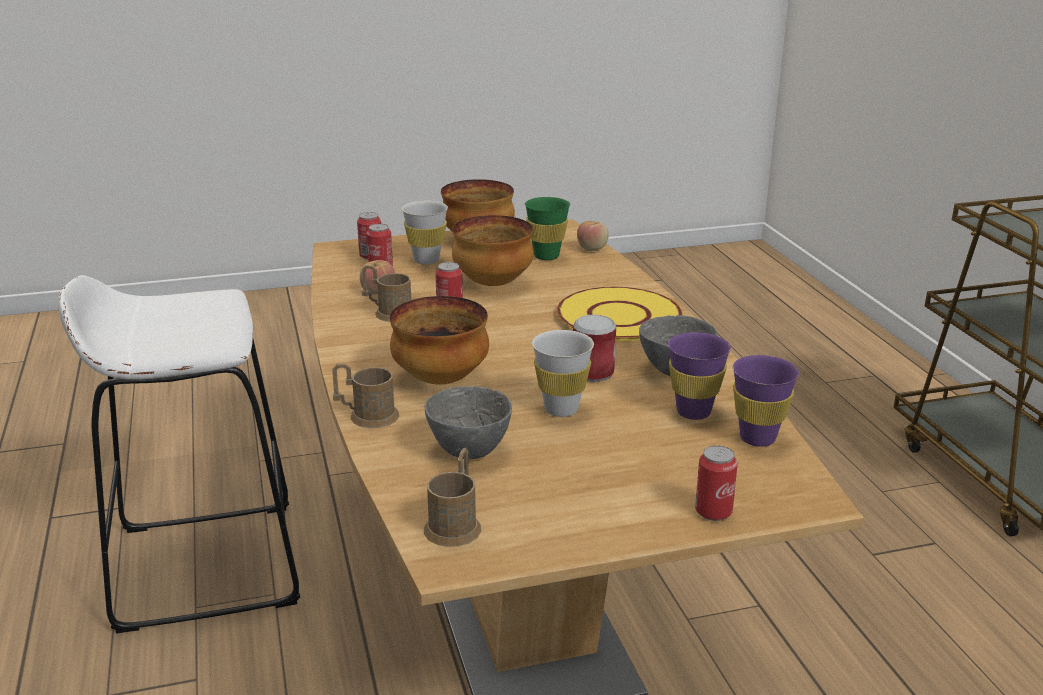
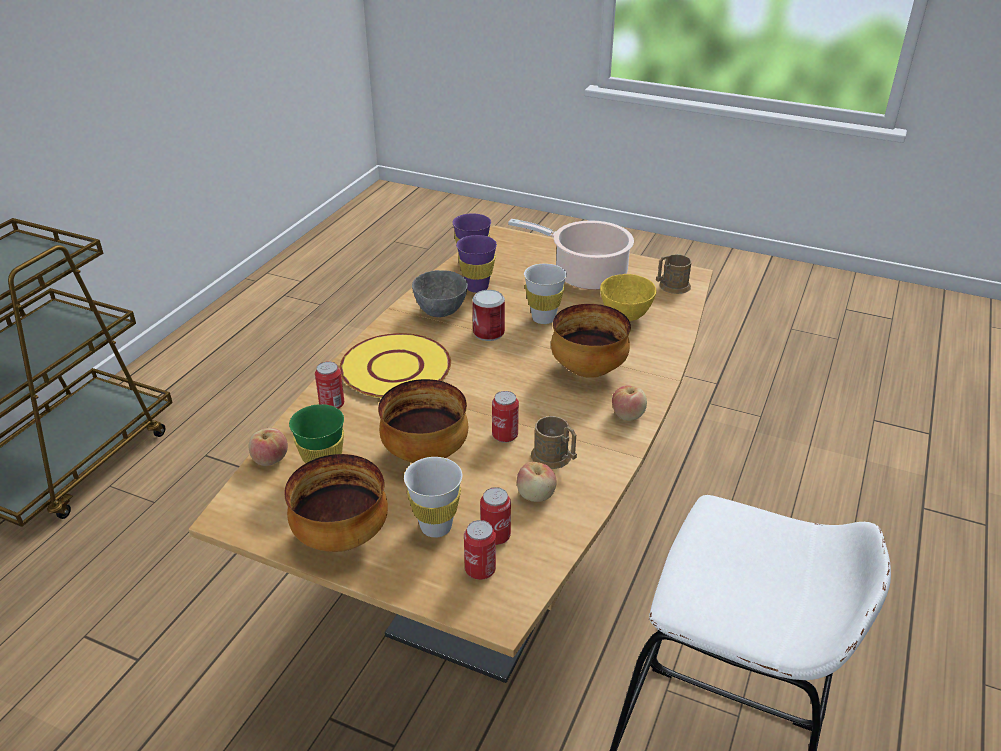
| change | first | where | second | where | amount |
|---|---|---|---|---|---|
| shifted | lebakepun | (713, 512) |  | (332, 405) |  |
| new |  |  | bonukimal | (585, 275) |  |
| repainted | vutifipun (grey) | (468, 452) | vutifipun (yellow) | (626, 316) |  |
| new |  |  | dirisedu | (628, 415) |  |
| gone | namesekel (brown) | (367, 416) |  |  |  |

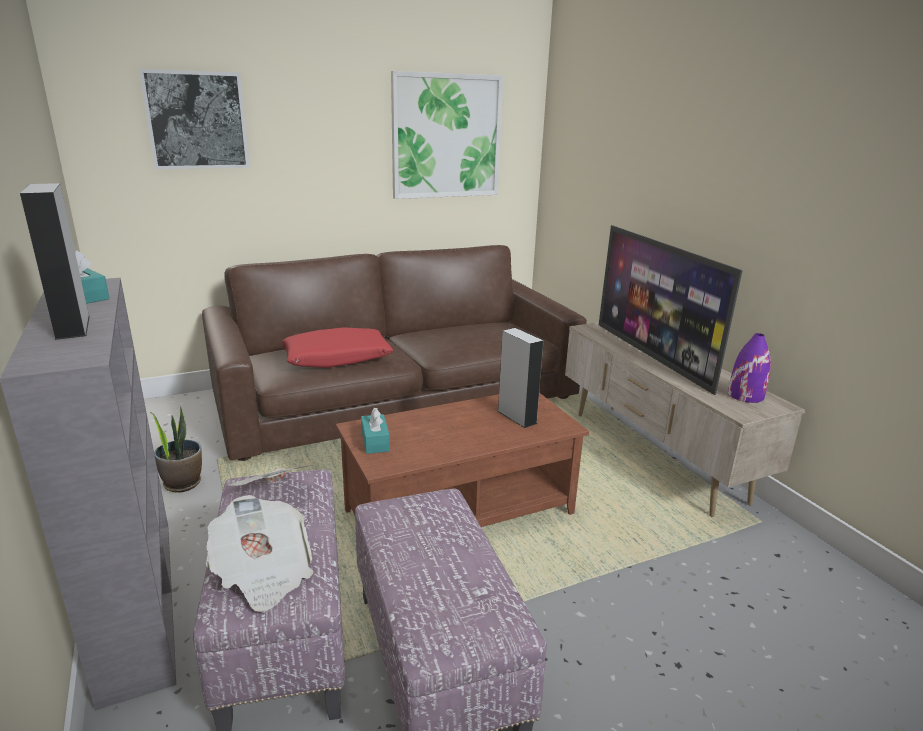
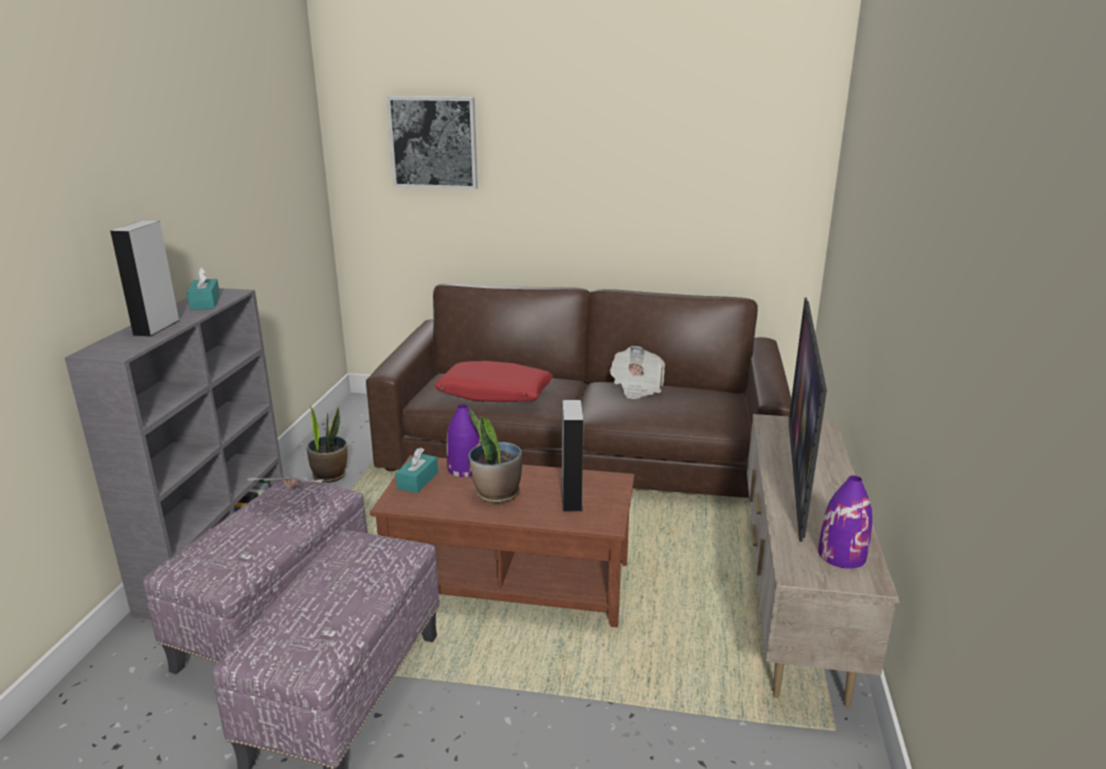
| change | first | where | second | where | amount |
|---|---|---|---|---|---|
| new |  |  | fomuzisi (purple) | (465, 468) |  |
| new |  |  | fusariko | (497, 494) |  |
| shifted | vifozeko | (263, 573) |  | (636, 387) |  |
| gone | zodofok | (446, 136) |  |  |  |

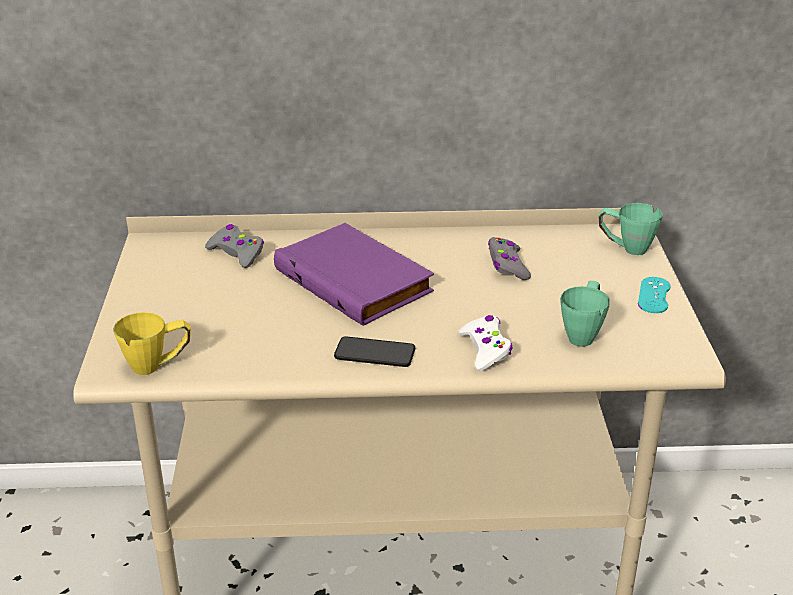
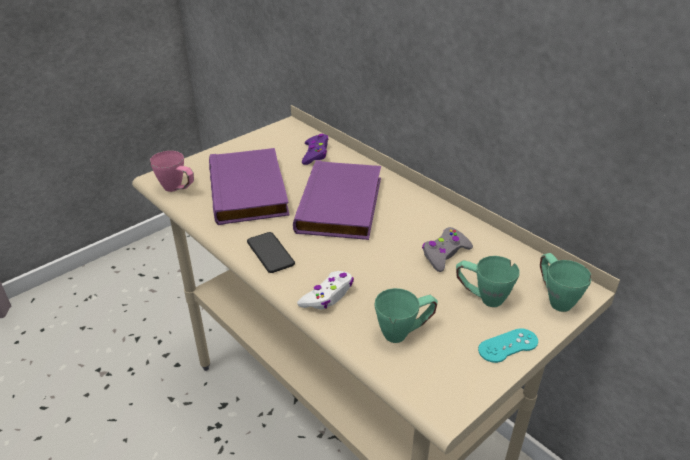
| change | first | where | second | where | amount |
|---|---|---|---|---|---|
| repainted | namesekel (yellow) | (157, 365) | namesekel (pink) | (178, 189) |  |
| new |  |  | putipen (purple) | (250, 191) |  |
| repainted | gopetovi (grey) | (237, 253) | gopetovi (purple) | (315, 154) |  |
| new |  |  | namesekel (green) | (482, 297) |  |

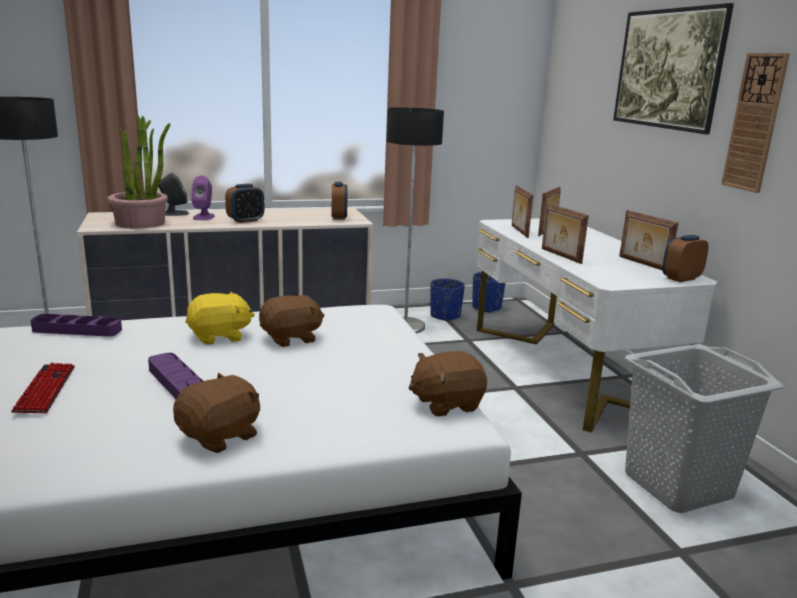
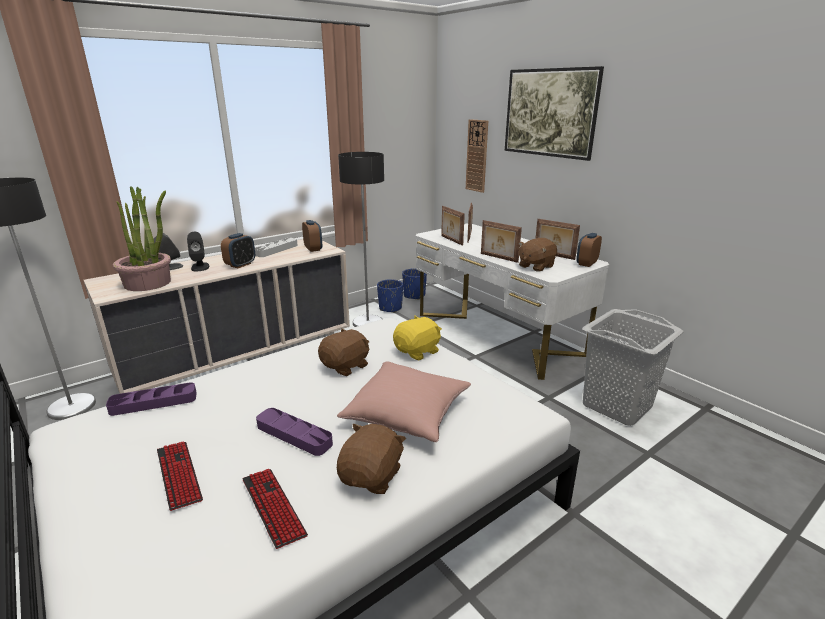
| change | first | where | second | where | amount |
|---|---|---|---|---|---|
| repainted | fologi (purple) | (204, 217) | fologi (black) | (200, 267) |  |
| new |  |  | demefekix | (273, 507) |  |
| new |  |  | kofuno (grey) | (276, 250) |  |
| new |  |  | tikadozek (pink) | (407, 413) |  |
| shifted | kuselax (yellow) | (219, 336) |  | (418, 351) |  |
| shifted | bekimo | (755, 123) |  | (477, 156) |  |
| shifted | kuselax (brown) | (446, 403) |  | (535, 266) |  |

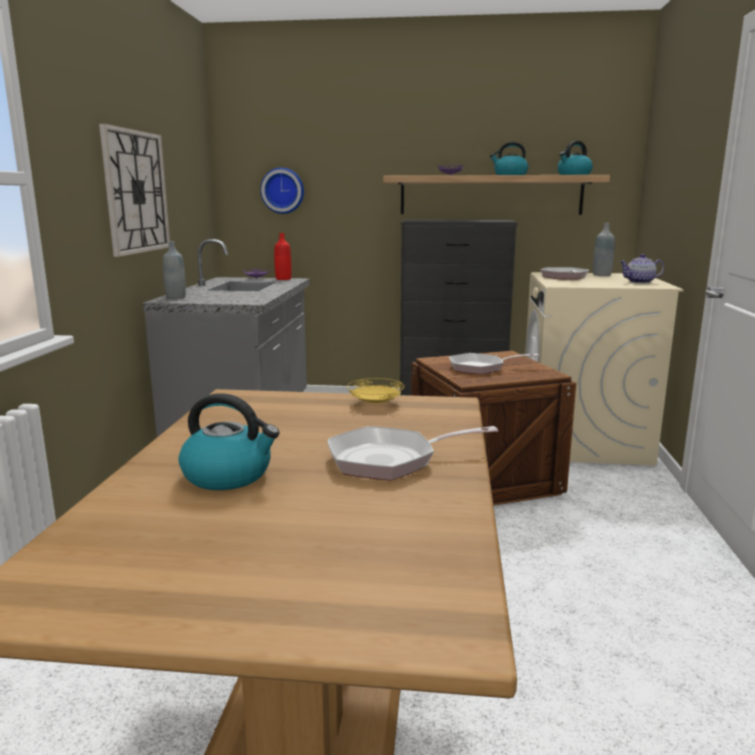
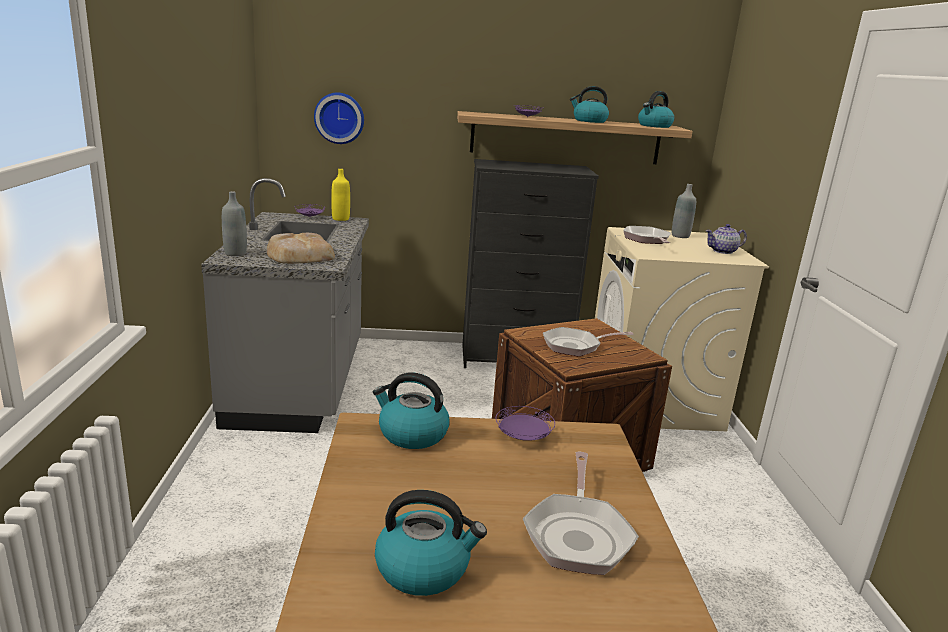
| change | first | where | second | where | amount |
|---|---|---|---|---|---|
| new |  |  | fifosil | (299, 255) |  |
| repainted | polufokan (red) | (283, 279) | polufokan (yellow) | (340, 219) |  |
| new |  |  | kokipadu | (411, 434) |  |
| repainted | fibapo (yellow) | (375, 404) | fibapo (purple) | (523, 437) |  |
| rotated | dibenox | (390, 460) |  | (578, 534) | 60 degrees counterclockwise |
| gone | bekimo | (136, 192) |  |  |  |

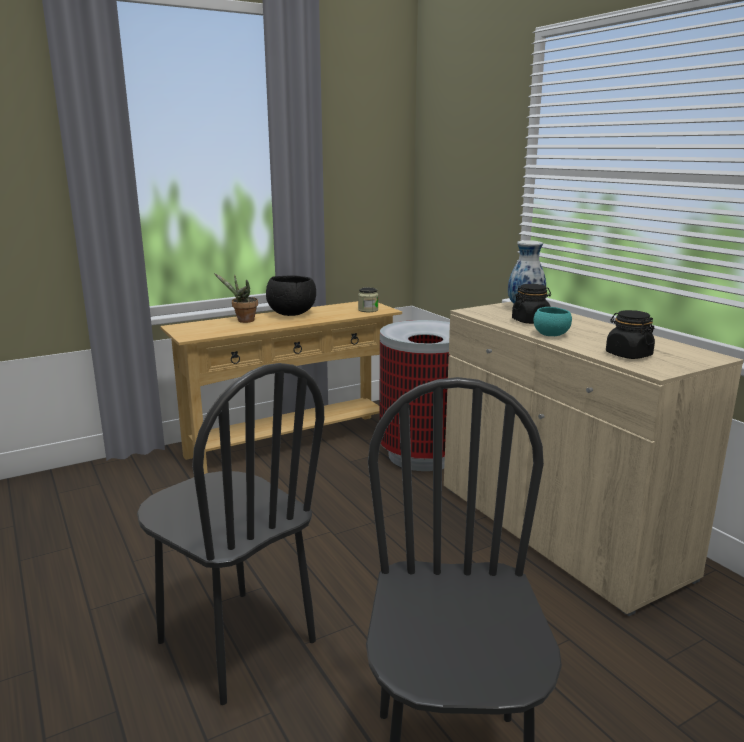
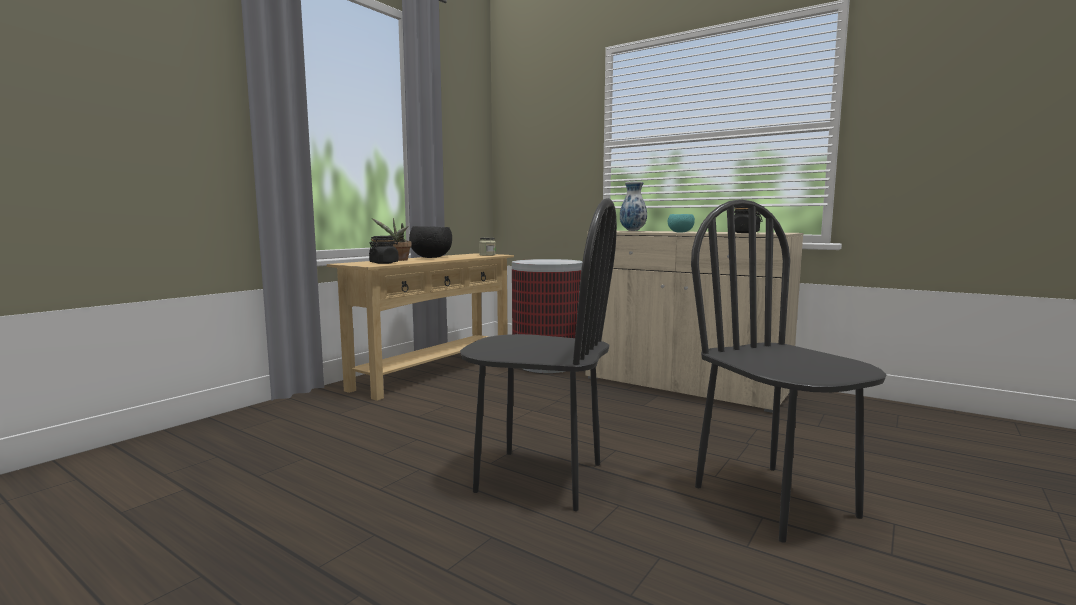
| change | first | where | second | where | amount |
|---|---|---|---|---|---|
| shifted | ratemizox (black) | (530, 321) |  | (384, 263) |  |

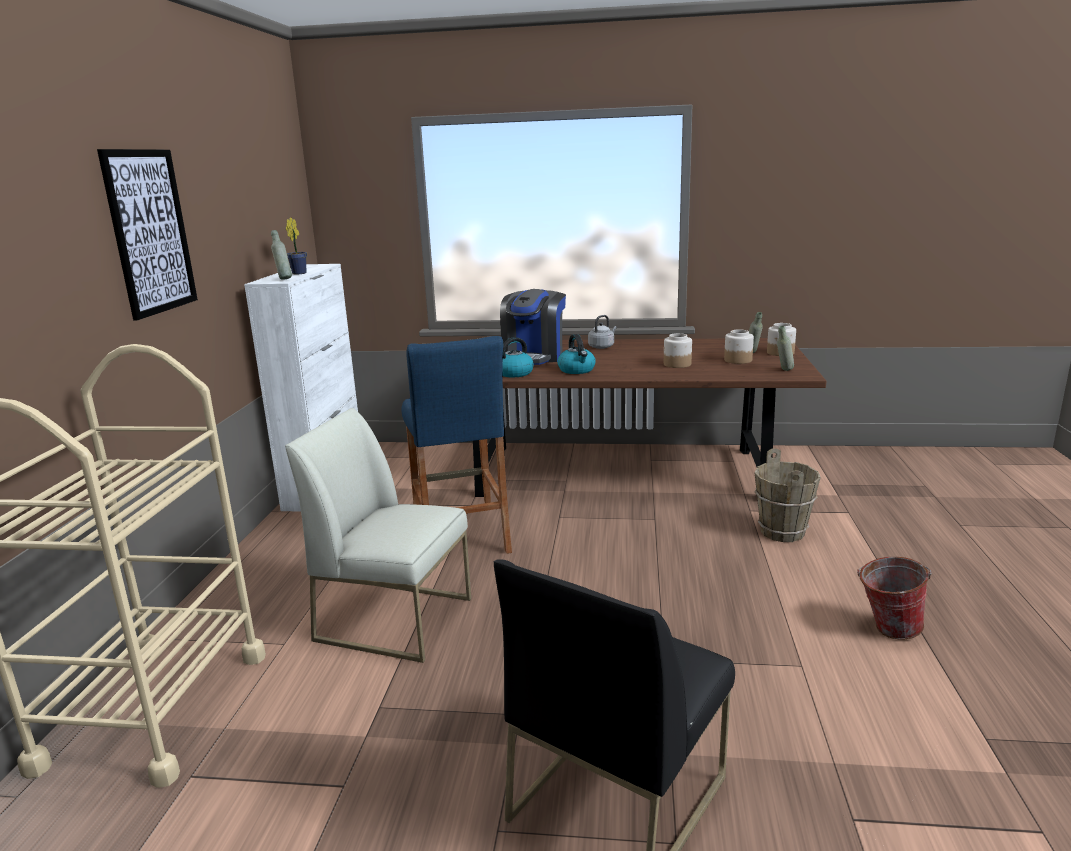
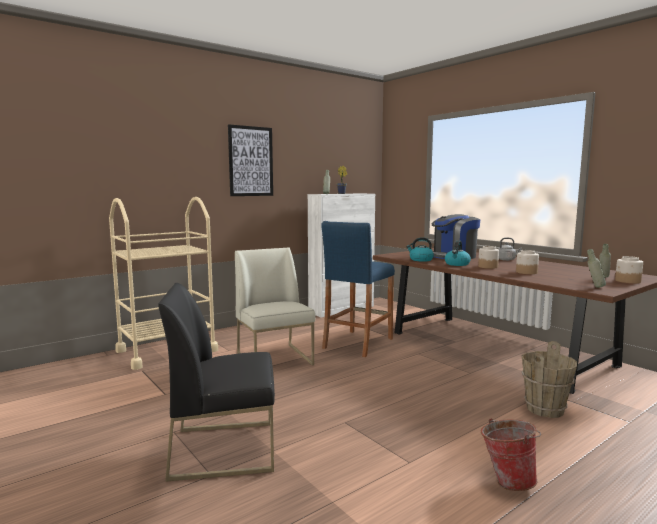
| change | first | where | second | where | amount |
|---|---|---|---|---|---|
| shifted | ratemizox | (737, 360) |  | (488, 267) |  |

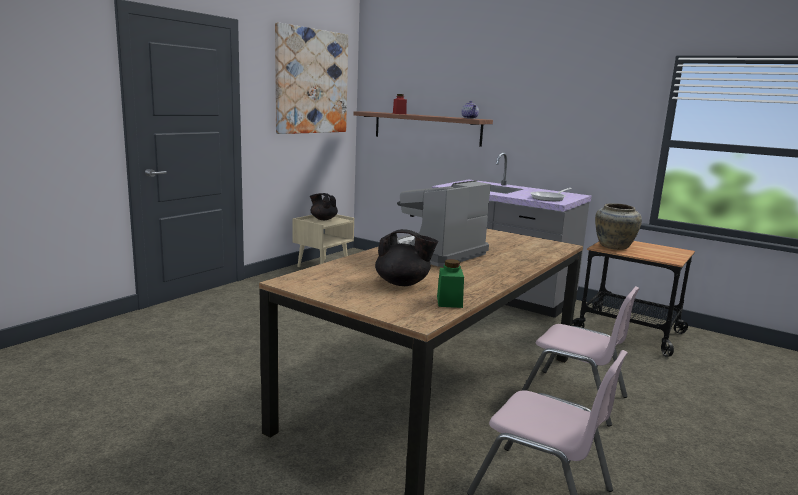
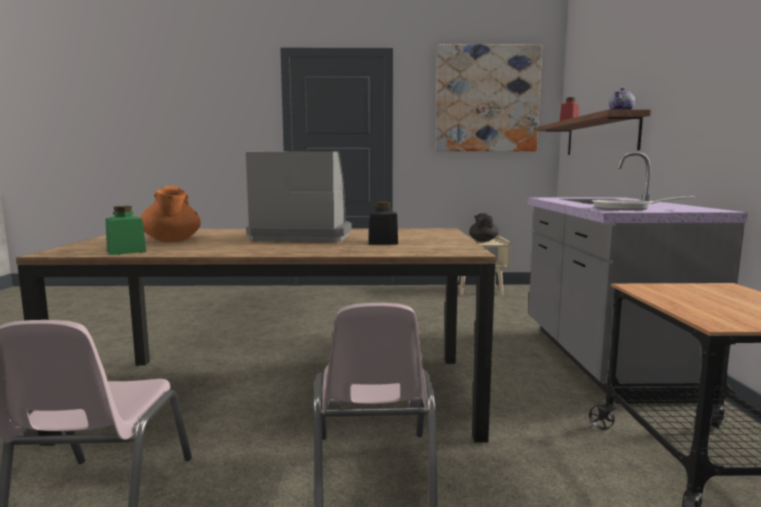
| change | first | where | second | where | amount |
|---|---|---|---|---|---|
| repainted | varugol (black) | (403, 283) | varugol (orange) | (172, 241) |  |
| new |  |  | ratemizox (black) | (383, 242) |  |
| gone | fomuzisi (beige) | (613, 247) |  |  |  |

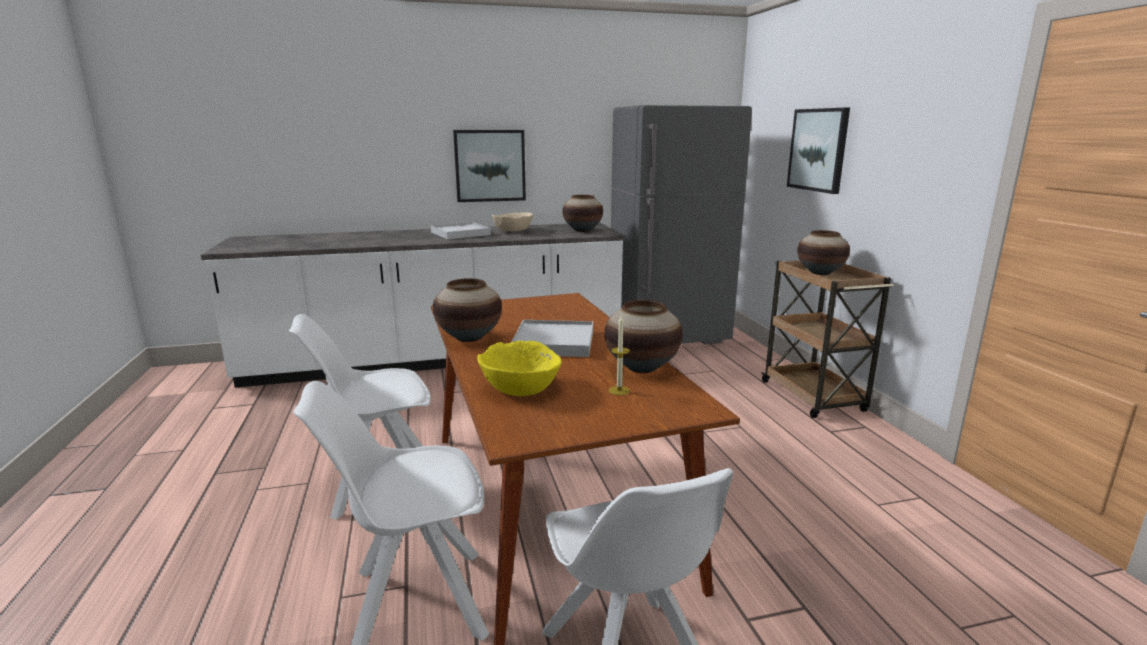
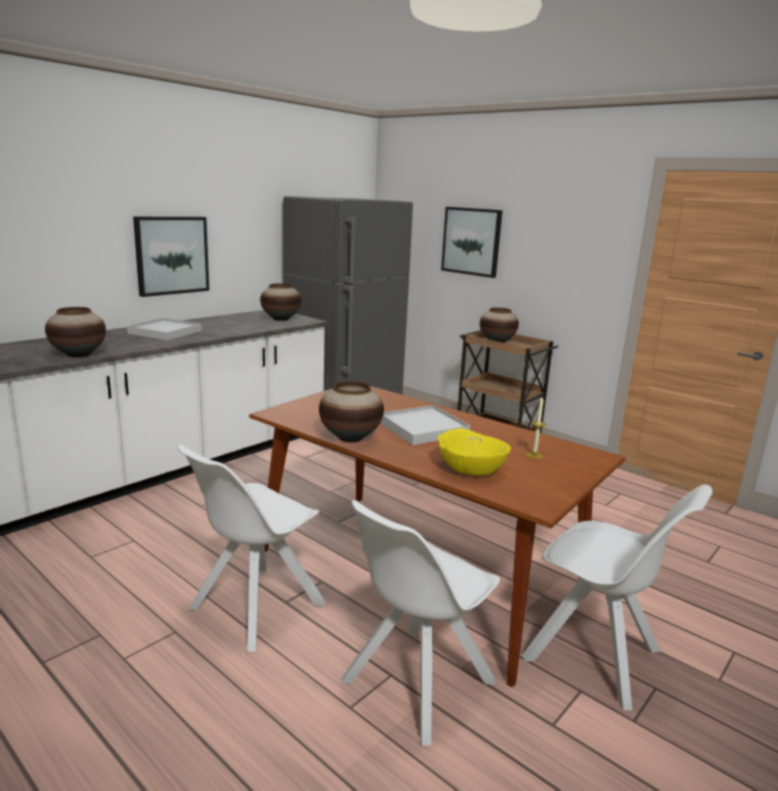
| change | first | where | second | where | amount |
|---|---|---|---|---|---|
| shifted | fomuzisi | (641, 367) |  | (78, 355) |  |
| gone | vutifipun (beige) | (512, 231) |  |  |  |

